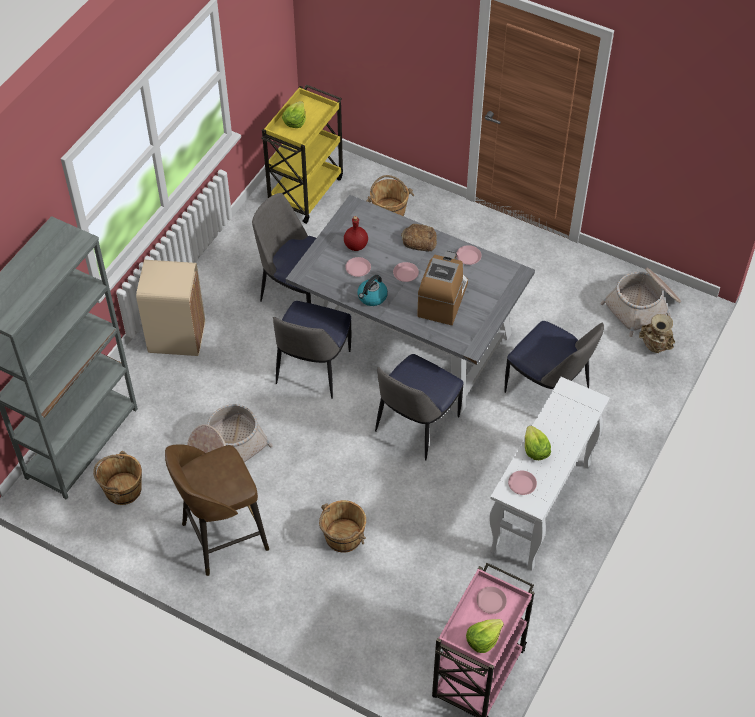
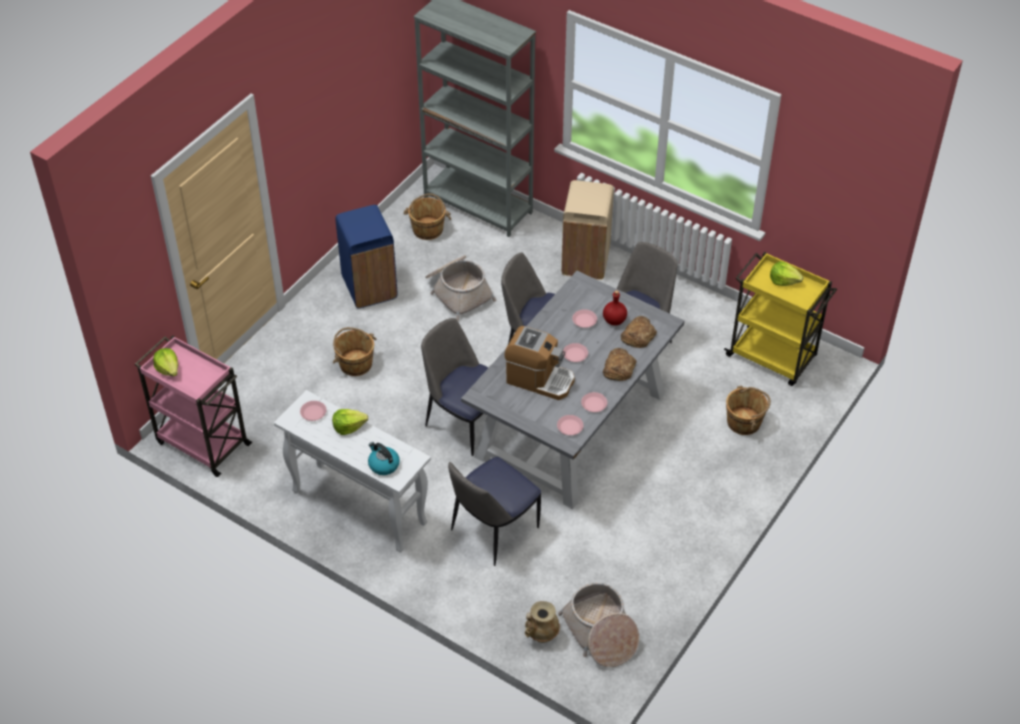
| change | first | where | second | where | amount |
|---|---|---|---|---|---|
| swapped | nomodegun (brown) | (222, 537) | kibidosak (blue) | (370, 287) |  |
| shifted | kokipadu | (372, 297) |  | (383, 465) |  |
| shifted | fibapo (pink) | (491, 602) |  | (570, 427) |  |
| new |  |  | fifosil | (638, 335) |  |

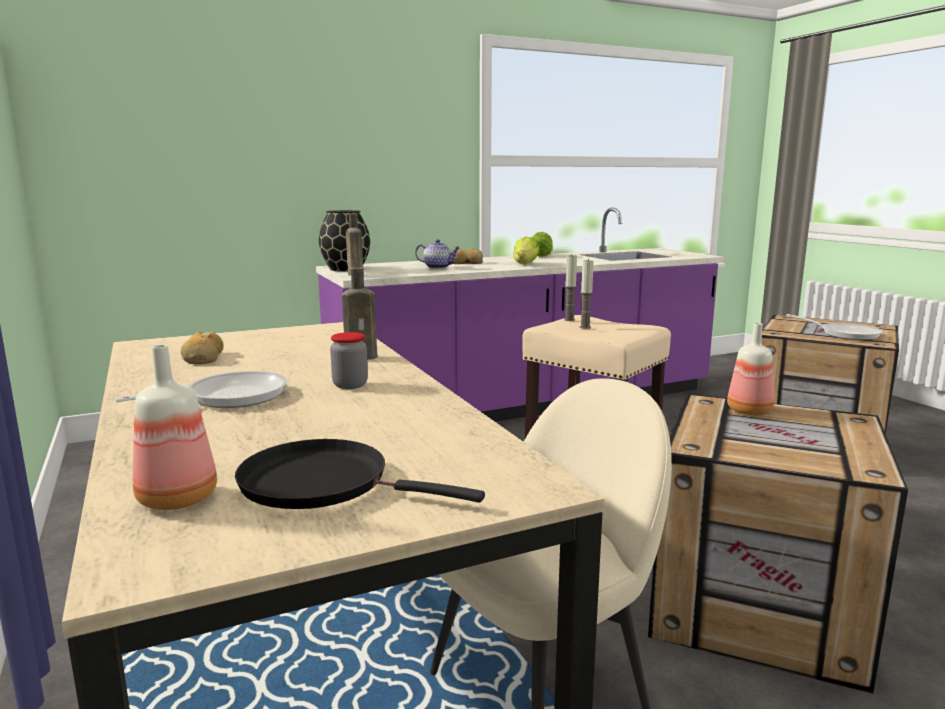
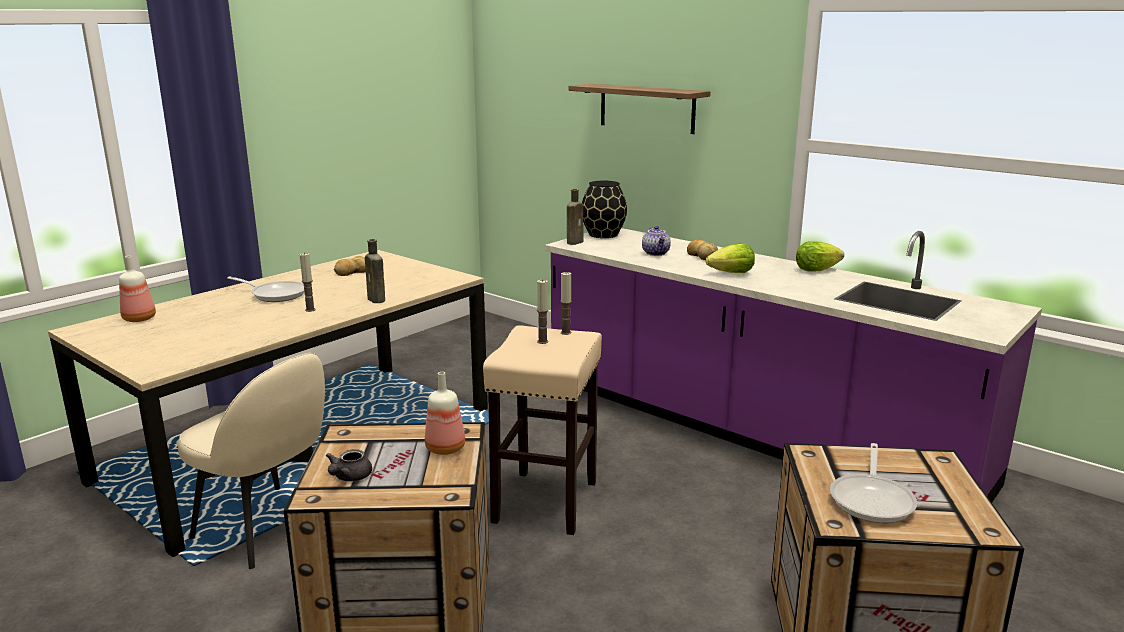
| change | first | where | second | where | amount |
|---|---|---|---|---|---|
| swapped | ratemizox | (350, 385) | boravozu | (310, 310) |  |
| new |  |  | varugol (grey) | (349, 477) |  |
| new |  |  | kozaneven | (646, 108) |  |
| gone | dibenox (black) | (324, 483) |  |  |  |

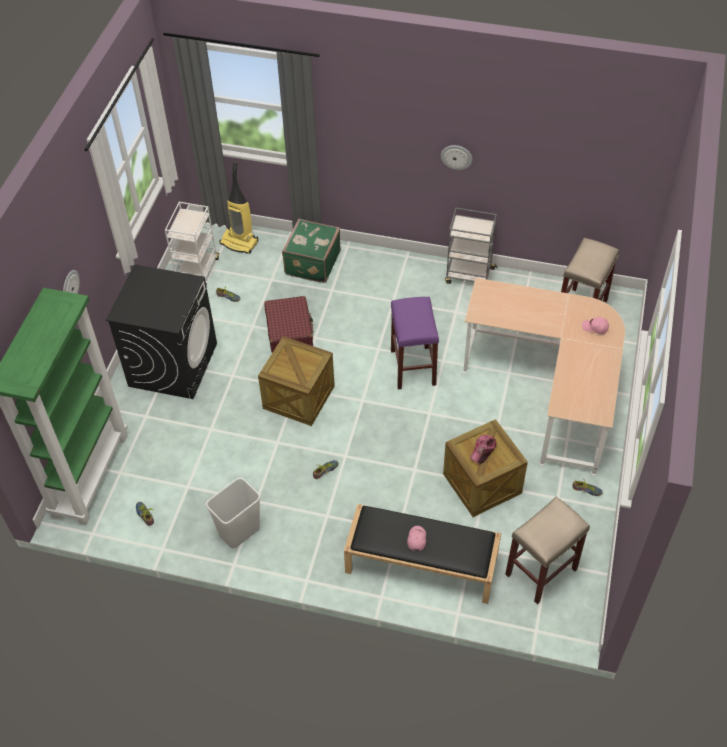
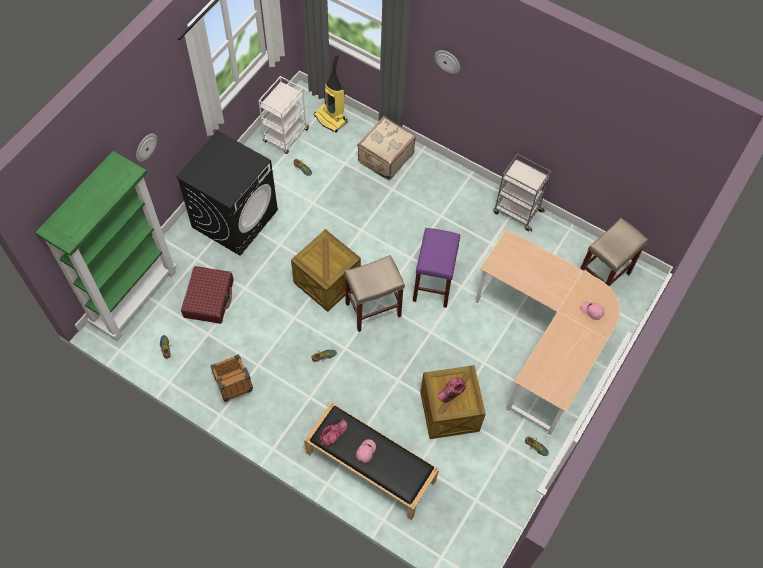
| change | first | where | second | where | amount |
|---|---|---|---|---|---|
| shifted | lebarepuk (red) | (289, 330) |  | (209, 298) |  |
| swapped | kibidosak (white) | (239, 532) | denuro | (234, 388) |  |
| new |  |  | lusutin | (333, 433) |  |
| shifted | nomodegun (beige) | (540, 572) |  | (372, 310) |  |
| repainted | lebarepuk (green) | (311, 263) | lebarepuk (beige) | (385, 157) |  |
| shifted | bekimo | (456, 156) |  | (447, 61) |  |

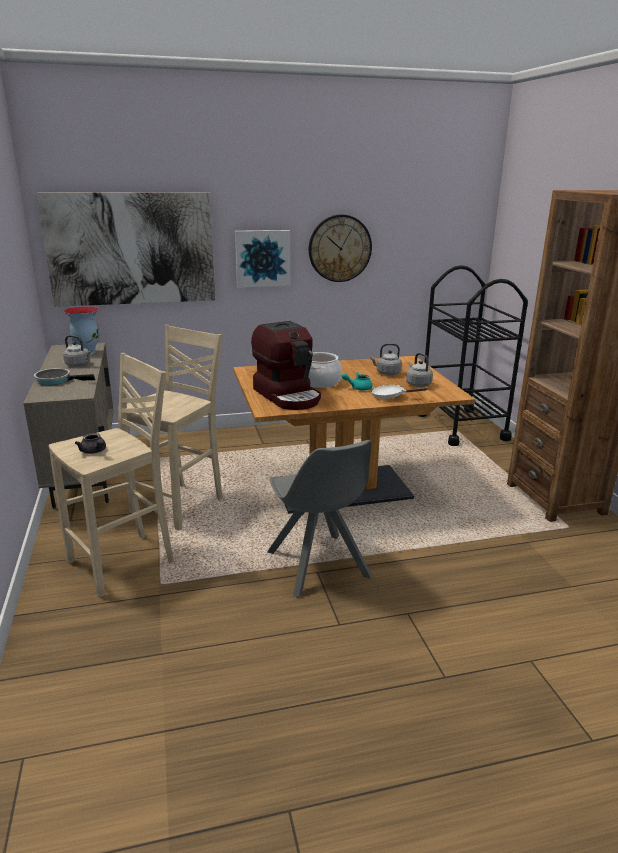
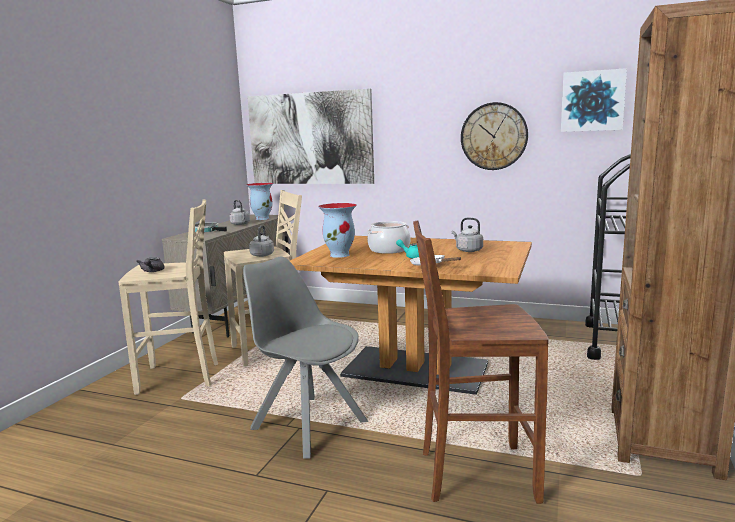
| change | first | where | second | where | amount |
|---|---|---|---|---|---|
| rotated | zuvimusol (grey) | (319, 566) |  | (307, 423) | 120 degrees clockwise |
| shifted | kokipadu (grey) | (417, 384) |  | (262, 255) |  |
| swapped | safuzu | (288, 396) | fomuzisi | (340, 255) |  |
| new |  |  | nomodegun (brown) | (474, 473) |  |
| shifted | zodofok | (262, 258) |  | (592, 101) |  |

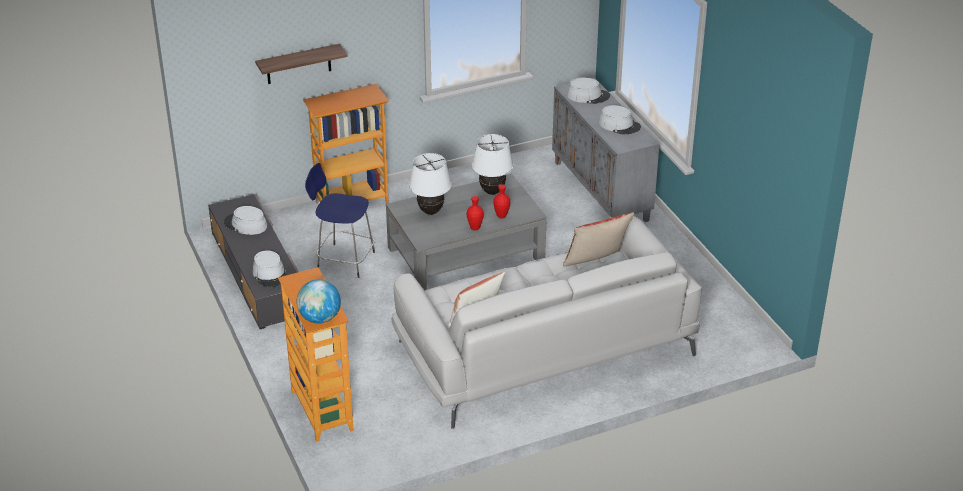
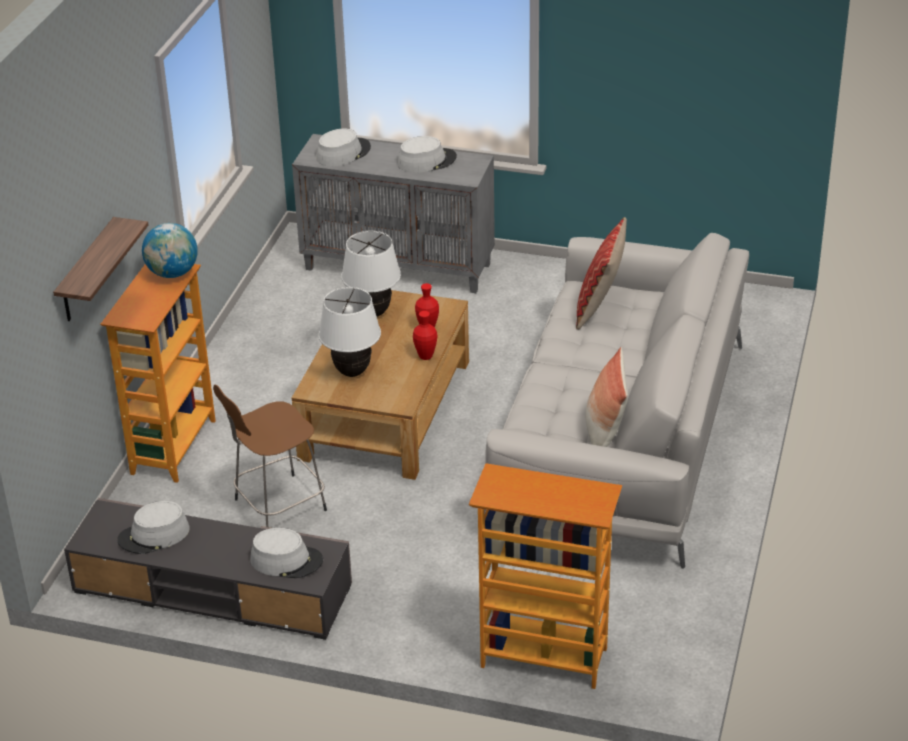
| change | first | where | second | where | amount |
|---|---|---|---|---|---|
| shifted | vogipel | (319, 318) |  | (172, 273) |  |
| repainted | nomodegun (blue) | (344, 260) | nomodegun (brown) | (277, 506) |  |
| repainted | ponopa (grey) | (465, 253) | ponopa (brown) | (385, 410) |  |

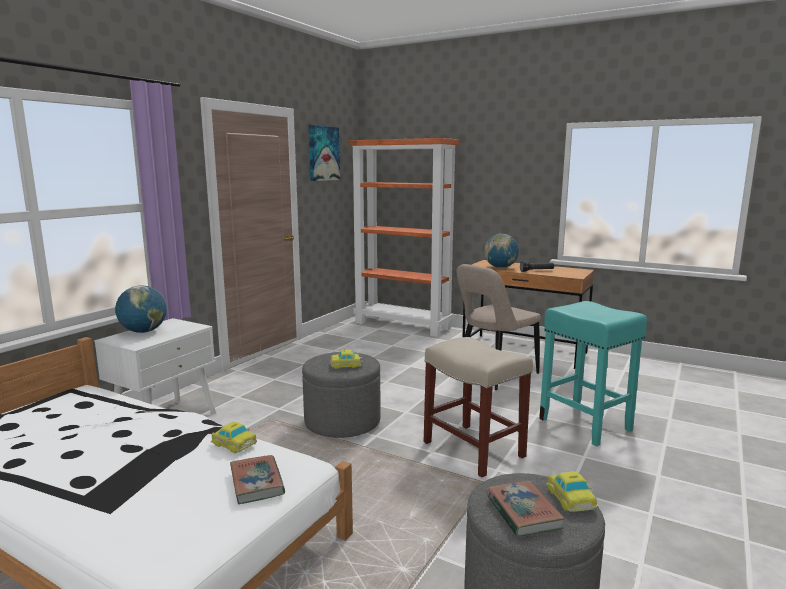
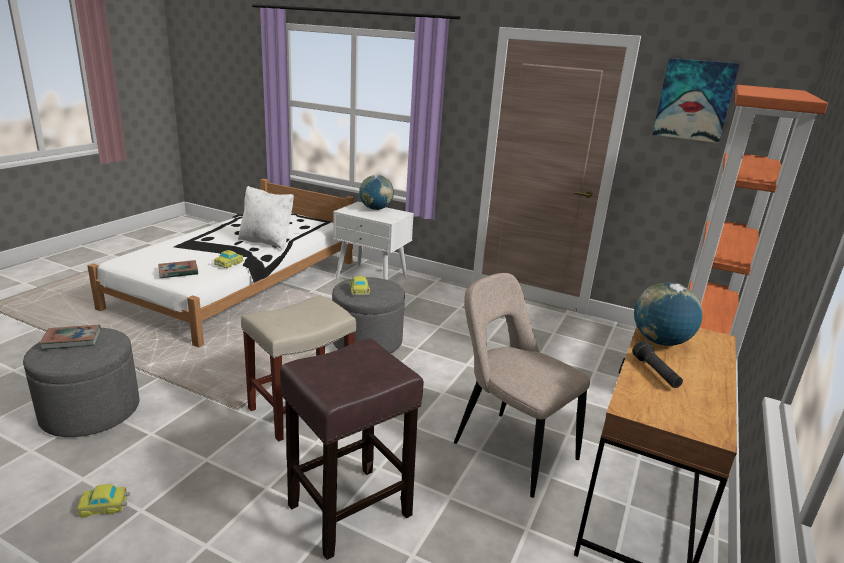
| change | first | where | second | where | amount |
|---|---|---|---|---|---|
| shifted | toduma | (570, 497) |  | (104, 505) |  |
| new |  |  | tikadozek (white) | (267, 242) |  |
| repainted | nomodegun (turquoise) | (586, 425) | nomodegun (brown) | (348, 511) |  |

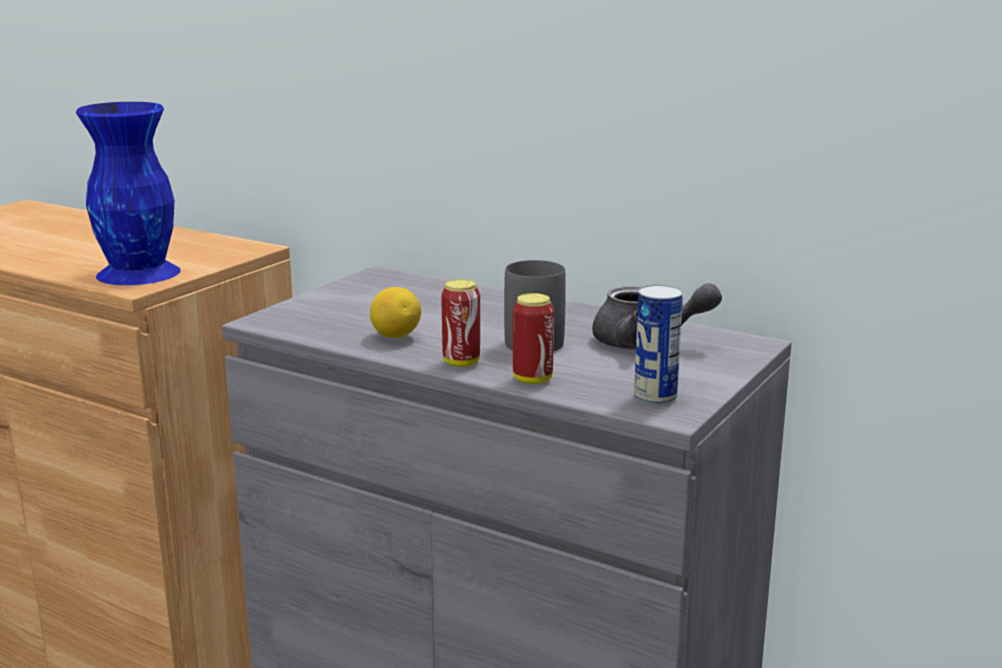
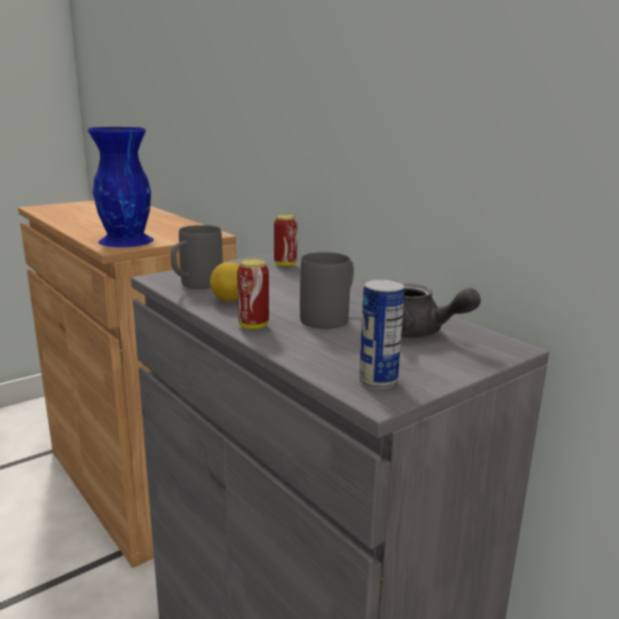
| change | first | where | second | where | amount |
|---|---|---|---|---|---|
| new |  |  | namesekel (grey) | (195, 285) |  |
| shifted | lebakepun | (532, 379) |  | (285, 265) |  |

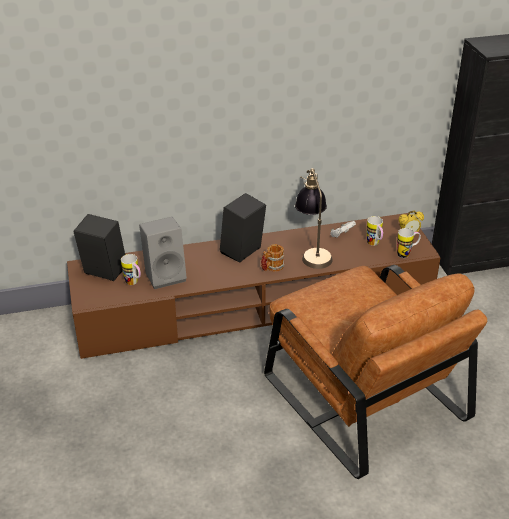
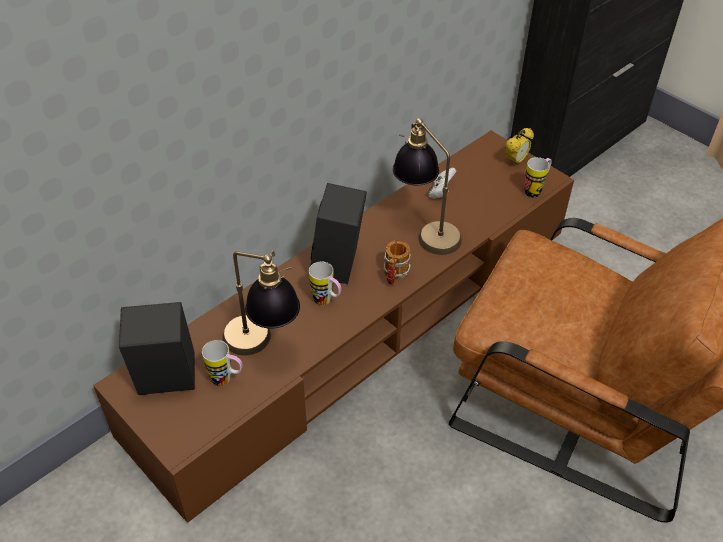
| change | first | where | second | where | amount |
|---|---|---|---|---|---|
| swapped | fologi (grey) | (165, 275) | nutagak | (262, 346) |  |
| shifted | namesekel | (374, 244) |  | (326, 301) |  |

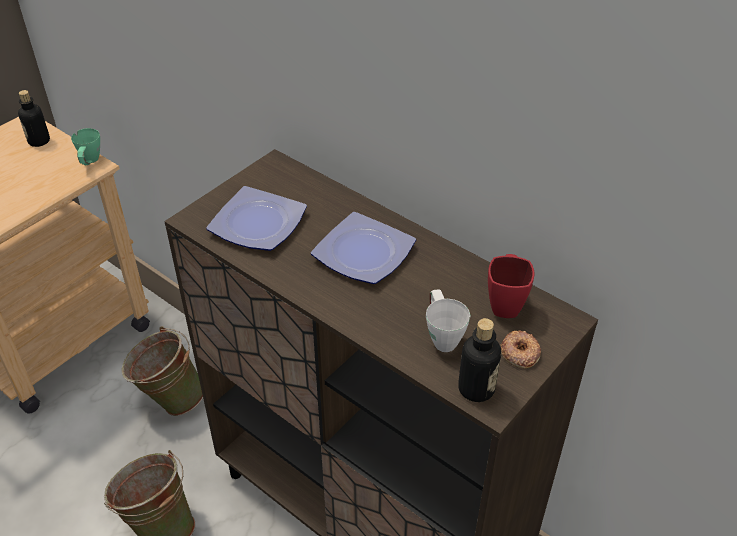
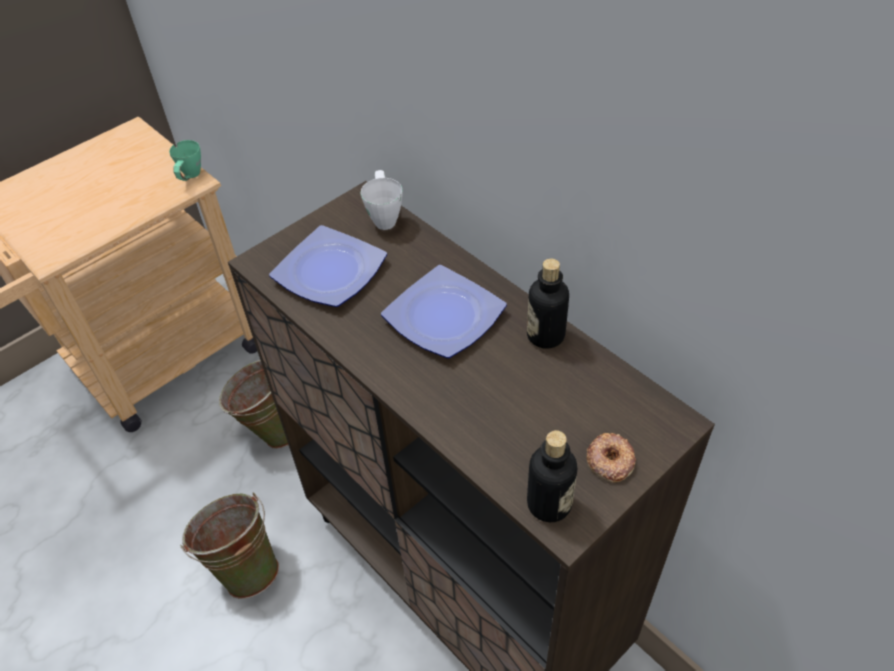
| change | first | where | second | where | amount |
|---|---|---|---|---|---|
| shifted | namesekel (white) | (441, 336) |  | (384, 216) |  |
| shifted | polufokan | (39, 141) |  | (545, 335) |  |
| gone | namesekel (red) | (505, 302) |  |  |  |

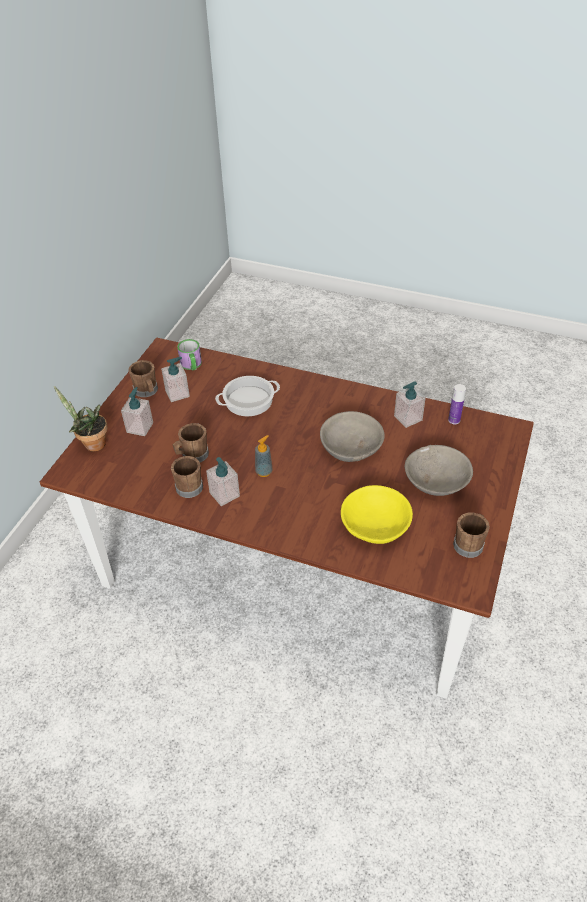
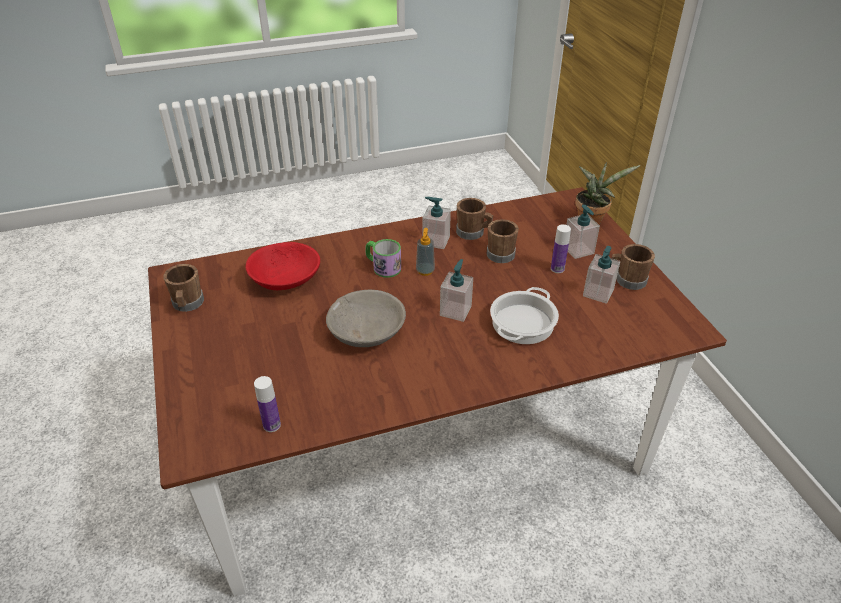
| change | first | where | second | where | amount |
|---|---|---|---|---|---|
| repainted | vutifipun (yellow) | (375, 525) | vutifipun (red) | (285, 279) |  |
| shifted | namesekel | (191, 365) |  | (383, 267) |  |
| shifted | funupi | (408, 418) |  | (455, 310) |  |
| new |  |  | polufokan | (557, 269) |  |
| gone | vutifipun (grey) | (436, 481) |  |  |  |

